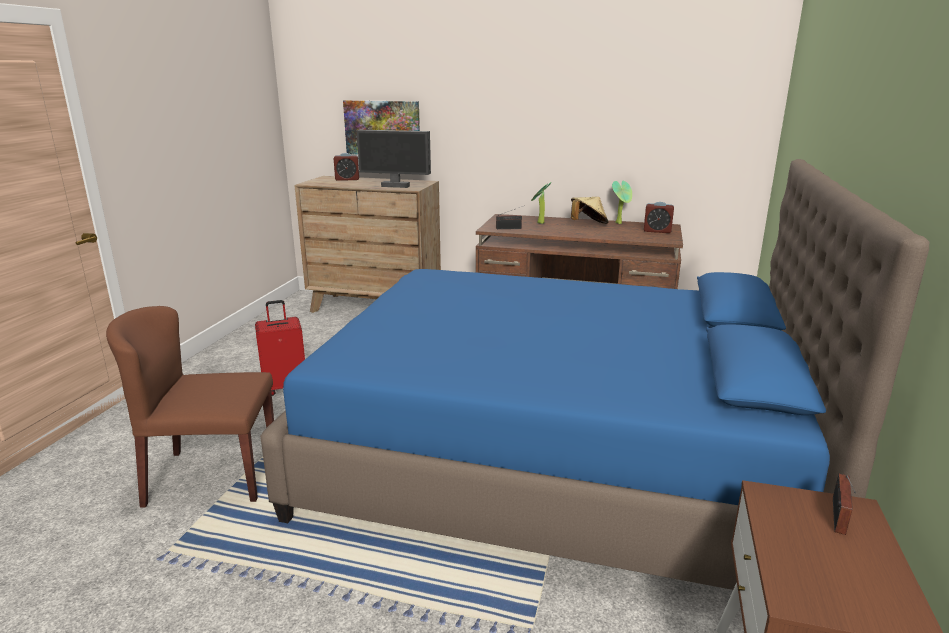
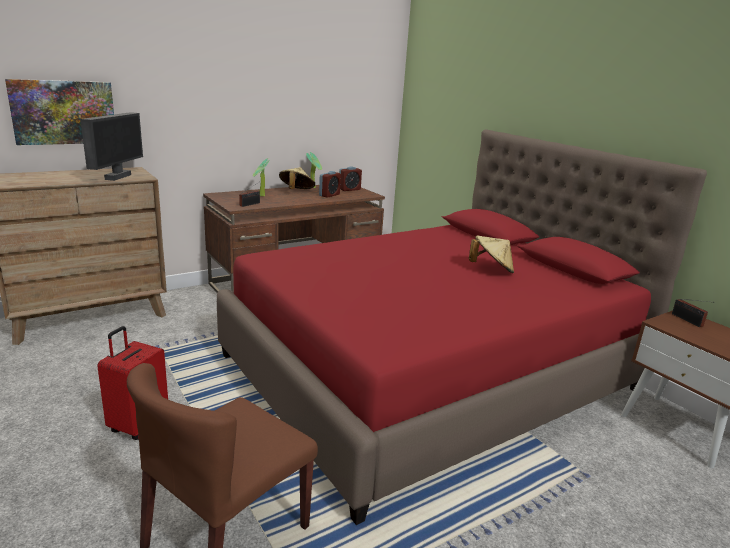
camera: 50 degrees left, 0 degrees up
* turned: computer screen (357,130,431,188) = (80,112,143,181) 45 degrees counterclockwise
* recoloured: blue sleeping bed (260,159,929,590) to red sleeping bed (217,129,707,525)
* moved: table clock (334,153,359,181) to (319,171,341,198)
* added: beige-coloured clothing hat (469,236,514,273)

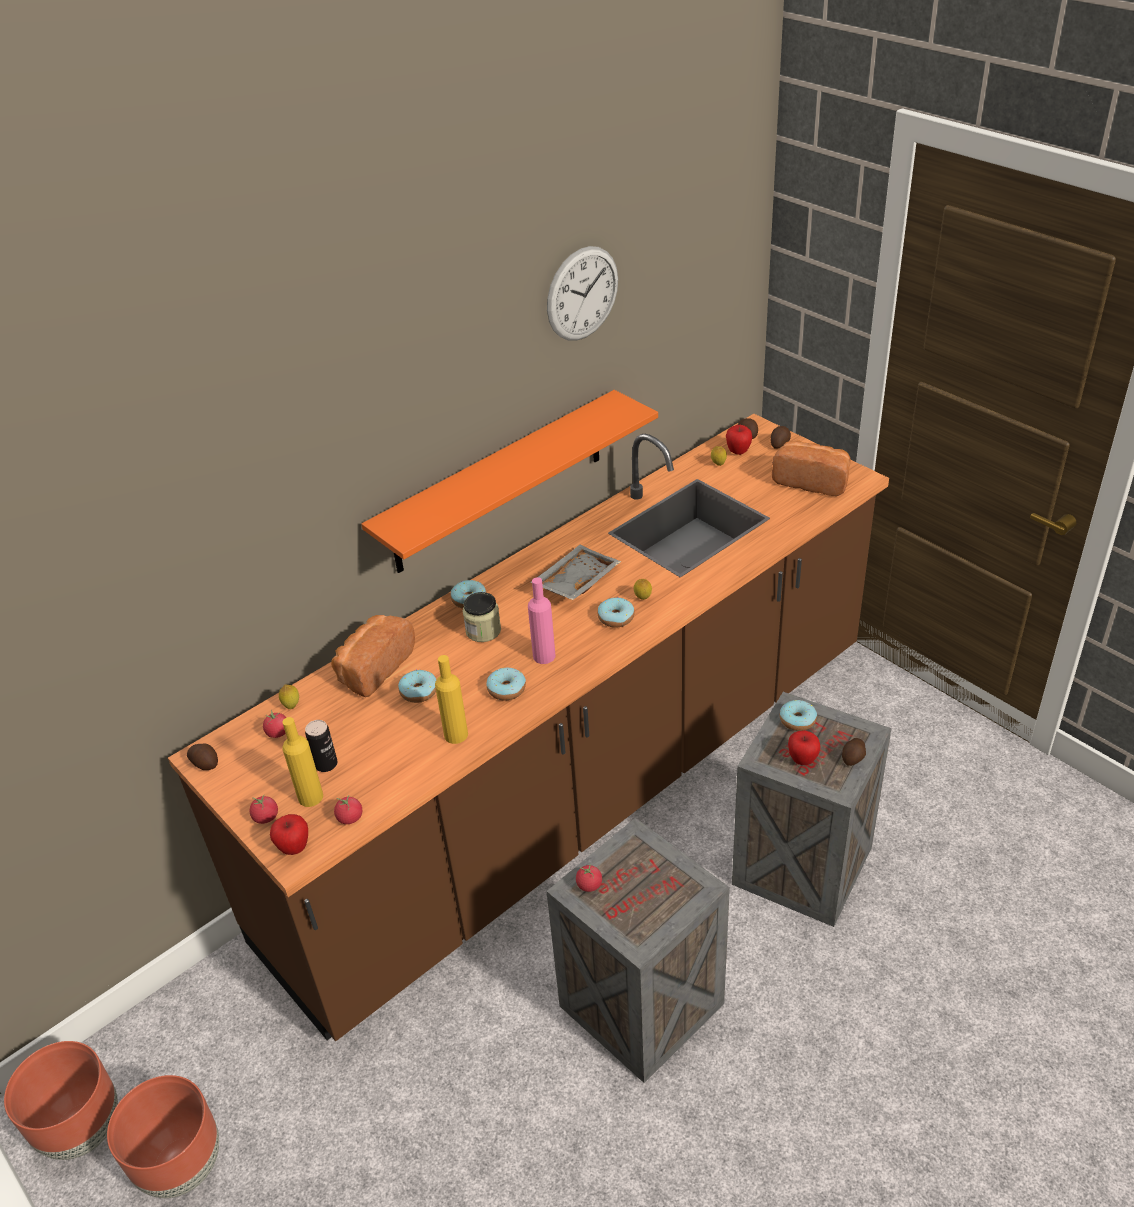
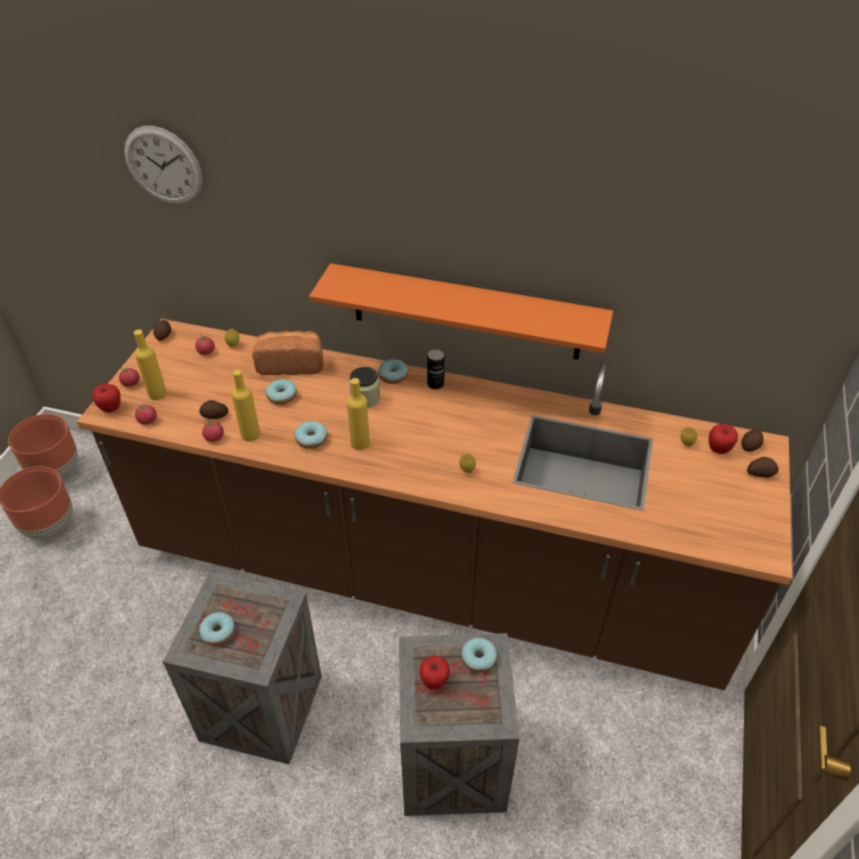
camera: 55 degrees right, 5 degrees up
* moved: clock on the wall (547,246,618,341) to (124,126,203,204)
* moved: whole potato (842,738,866,766) to (199,400,228,419)
* moved: ring doughnut (598,597,635,628) to (199,612,235,646)
* moved: whole tomato (576,864,602,892) to (202,419,224,442)
* recoloured: pinkish drink bottle (528,577,556,664) to yellow drink bottle (347,378,370,450)
* moved: sealed can (305,720,338,772) to (427,349,445,389)
* removed: greyish carrying tray (530,545,621,600)
* removed: bakery bread (772,441,851,496)

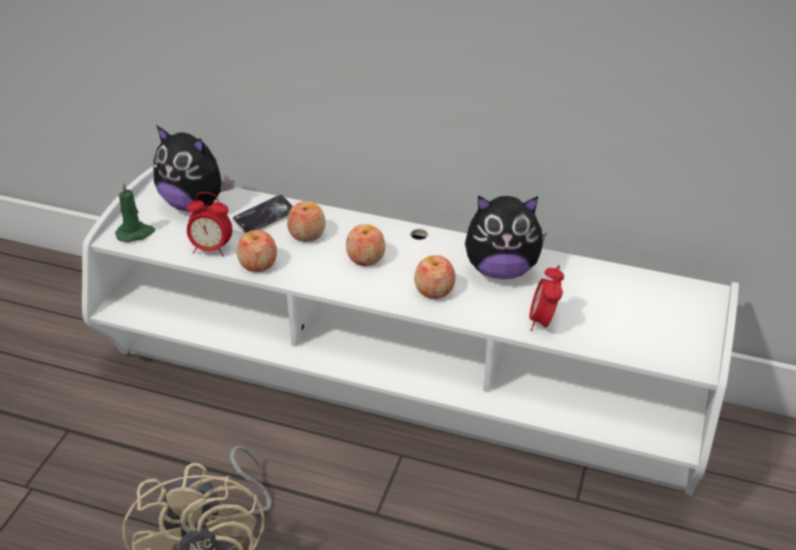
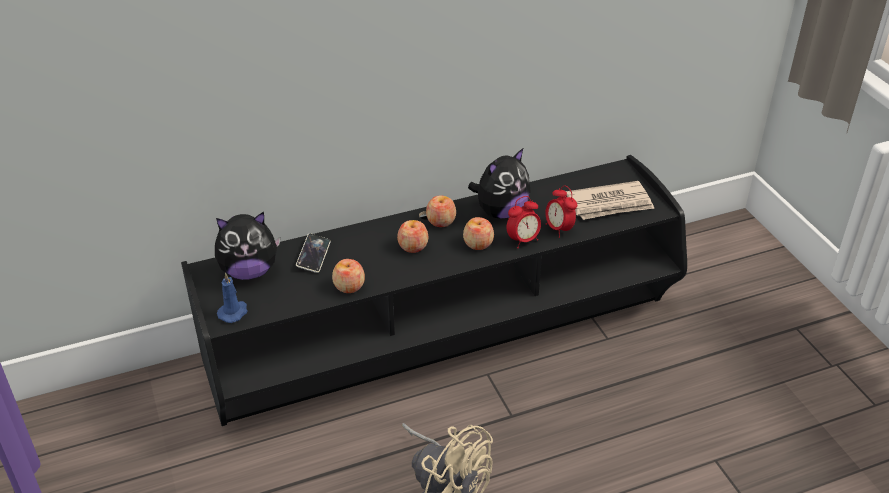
camera: 40 degrees left, 0 degrees up
* recoloured: white media console (82,167,739,496) to blackish media console (181,155,687,426)
* recoloured: green wax candle (115,182,155,242) to blue wax candle (217,272,247,323)
* moved: apple fruit (287,201,326,242) to (426,195,456,227)
* moved: table clock (186,192,233,256) to (507,196,541,248)
* added: daily paper (566,181,654,220)

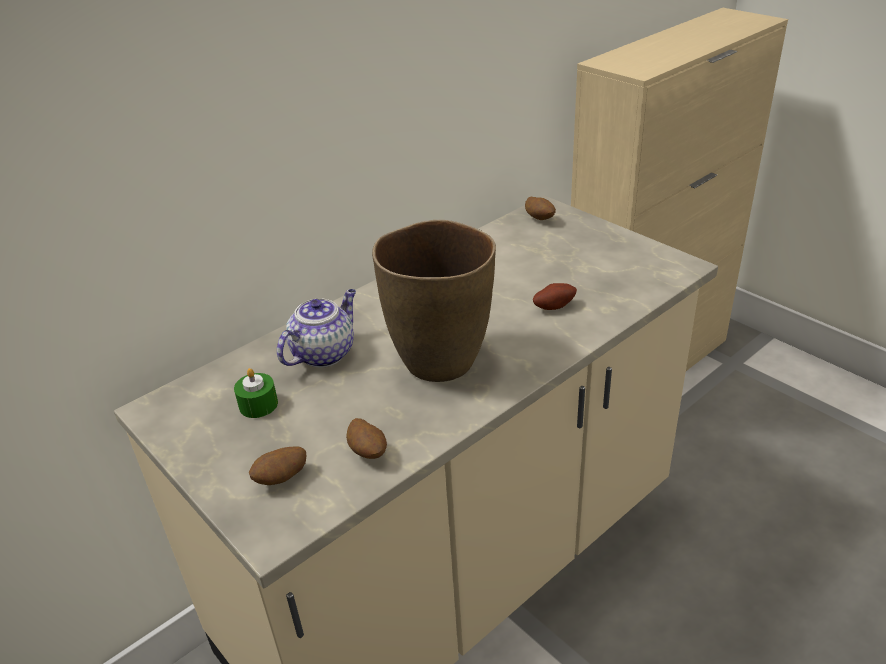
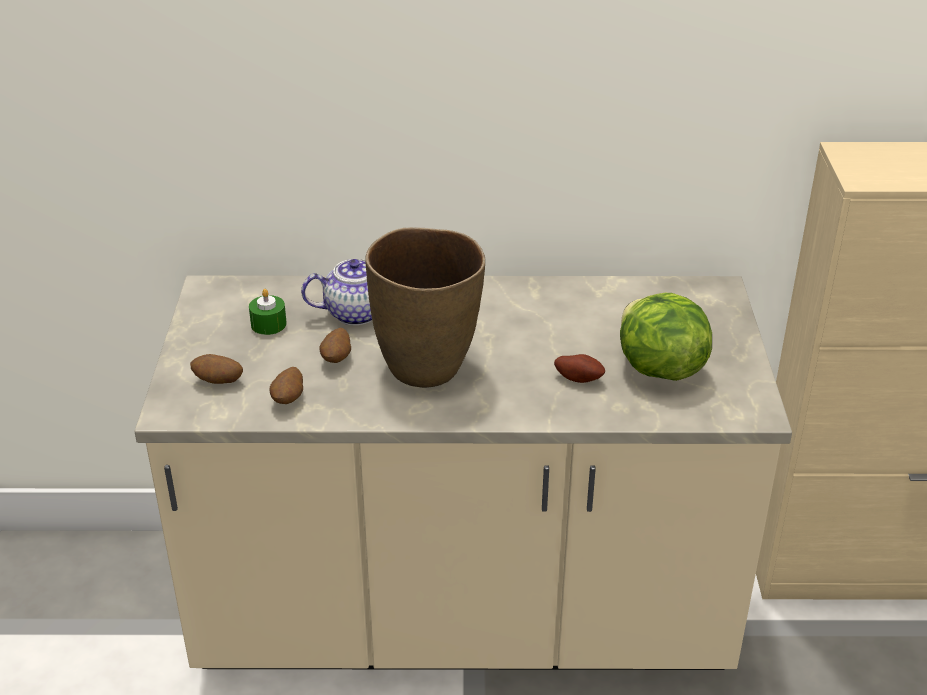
camera: 40 degrees right, 0 degrees up
* moved: whole potato (525,197,556,220) to (320,328,351,363)
* added: lettuce head (620,293,712,381)

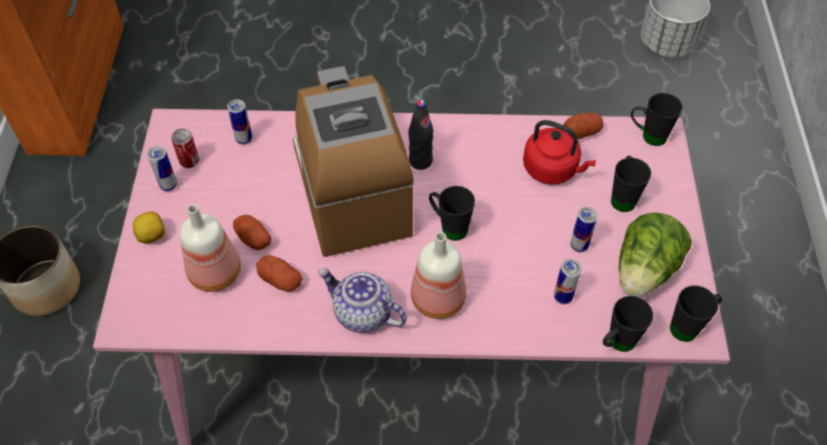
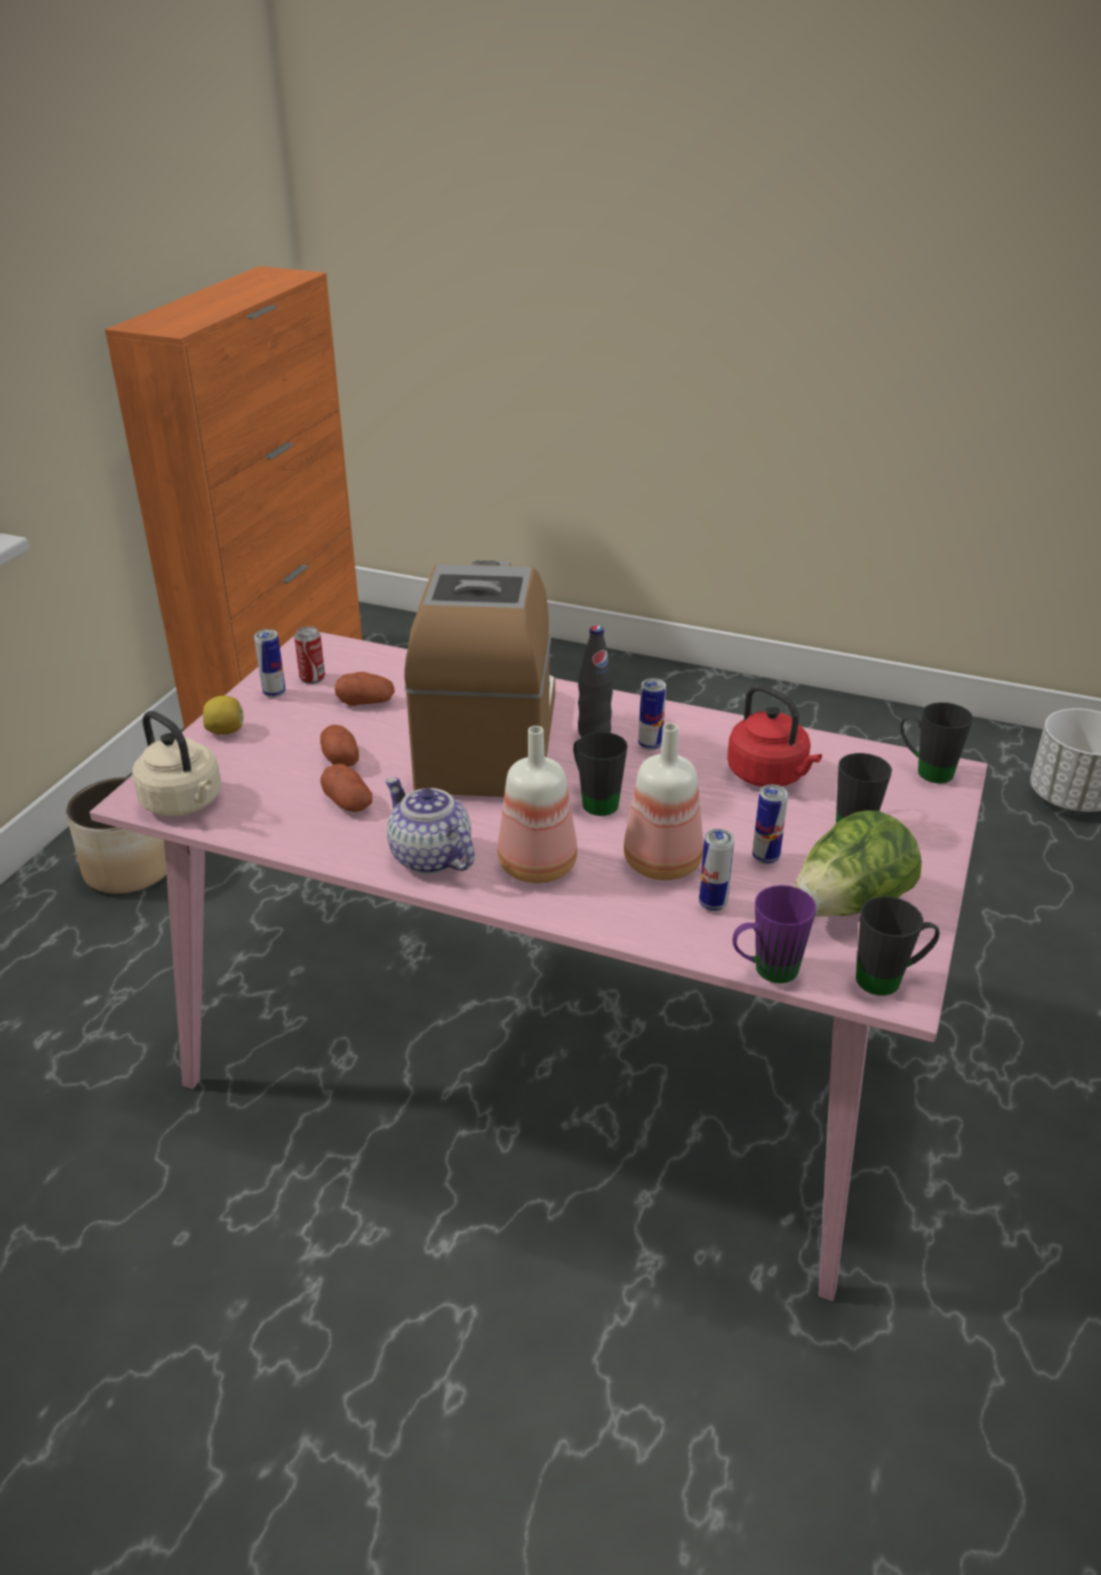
camera: 20 degrees right, 20 degrees down
* added: beige-coloured water kettle (132,711,221,816)
* moved: whole potato (564,113,604,139) to (335,672,395,706)
* moved: drink bottle (180,205,241,292) to (624,723,703,880)
* moved: sealed can (227,99,252,144) to (638,678,666,751)
* recoloured: blackish tea mug (603,296,653,352) to purplish tea mug (733,885,816,983)

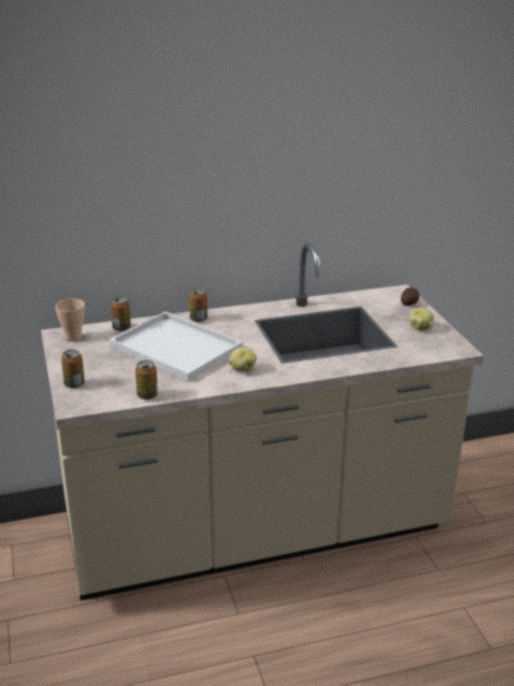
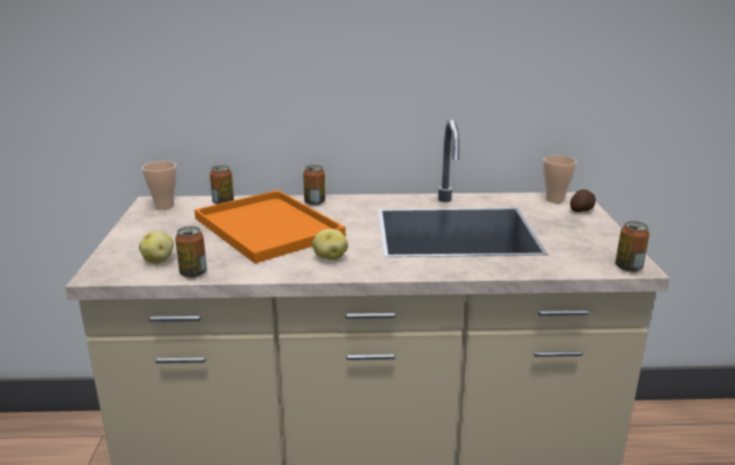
camera: 15 degrees right, 5 degrees down
* moved: whole potato (409,308,434,331) to (139,231,174,264)
* recoloured: white carrying tray (109,312,243,381) to orange carrying tray (194,190,346,263)
* added: cup (543,155,577,203)
* moved: sealed can (61,349,85,388) to (615,221,649,272)

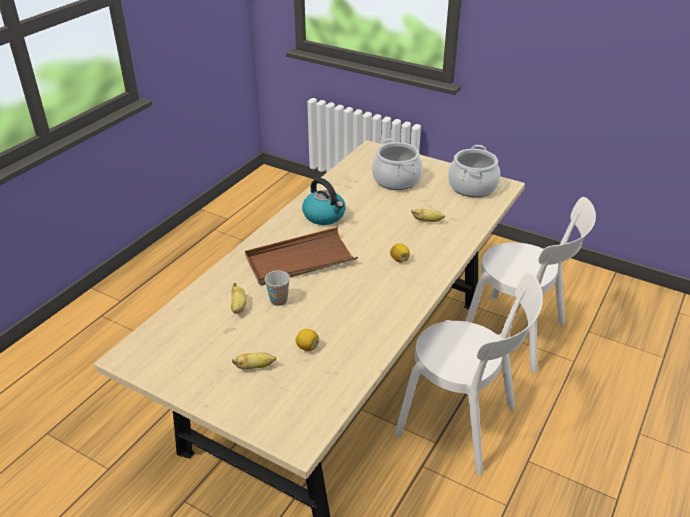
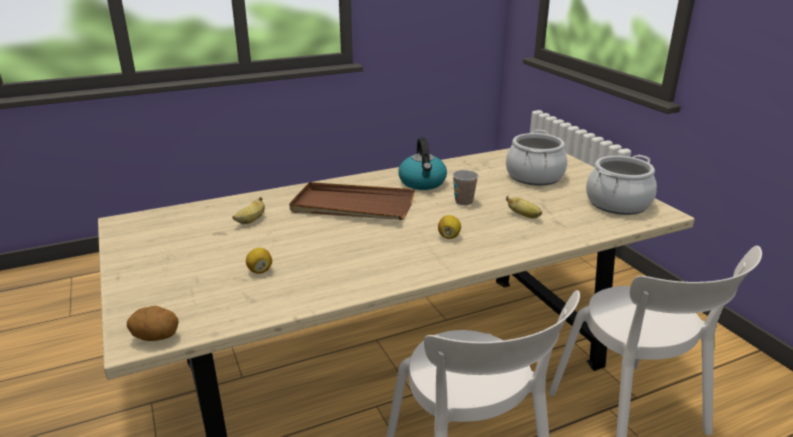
camera: 35 degrees right, 10 degrees down
* added: whole potato (127,306,179,341)
* moved: cup (265,271,290,306) to (452,170,479,206)
* removed: banana fruit (232,352,276,369)

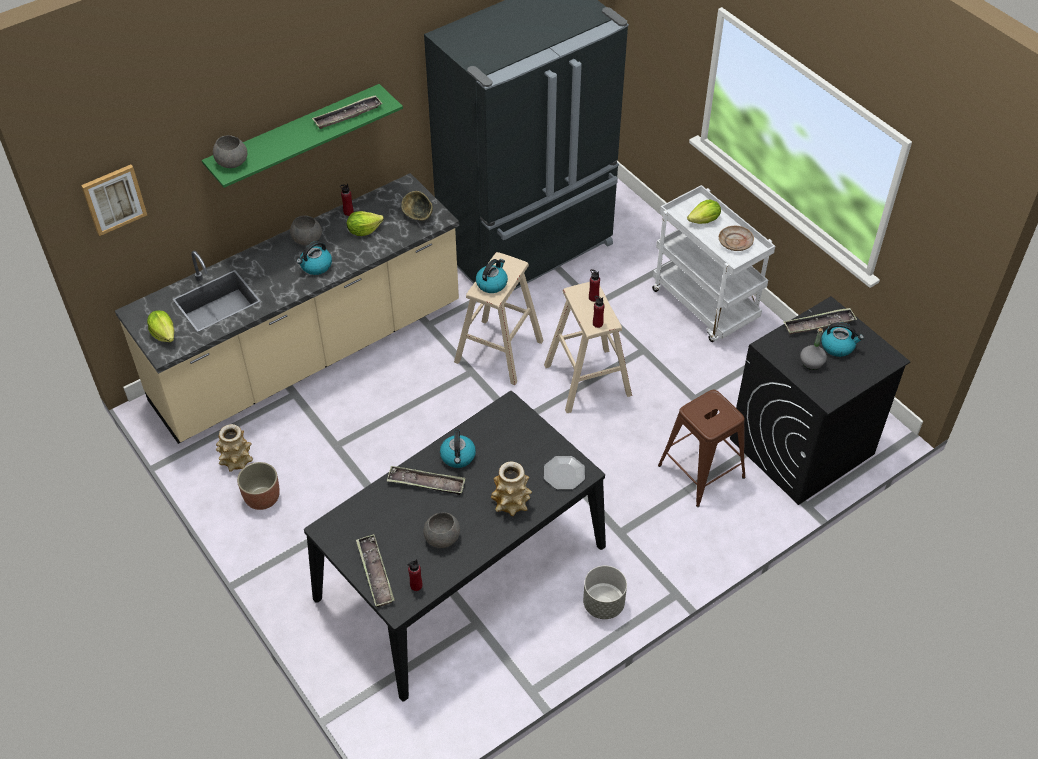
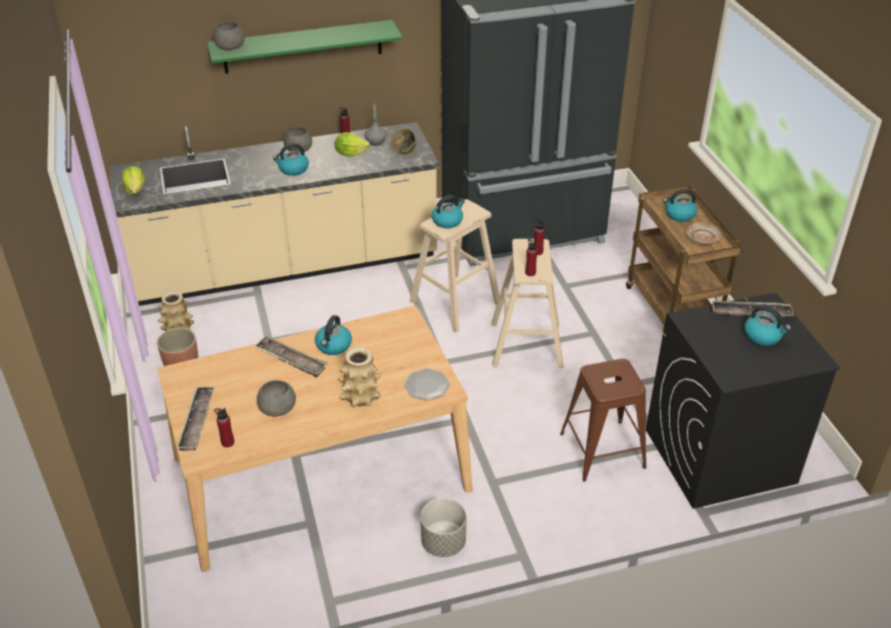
camera: 20 degrees right, 10 degrees down
* recoloured: blackish kitchen table (304,391,606,701) to beige-coloured kitchen table (158,306,473,572)
* moved: greyish drink bottle (800,328,827,370) to (365,104,387,145)
* recoloured: white cart (652,185,775,342) to brown cart (626,185,741,333)
* replaced: lettuce head (687,200,721,224) to water kettle (663,189,697,222)
* removed: wall art (81,165,147,236)
* removed: carrying tray (312,95,383,129)

